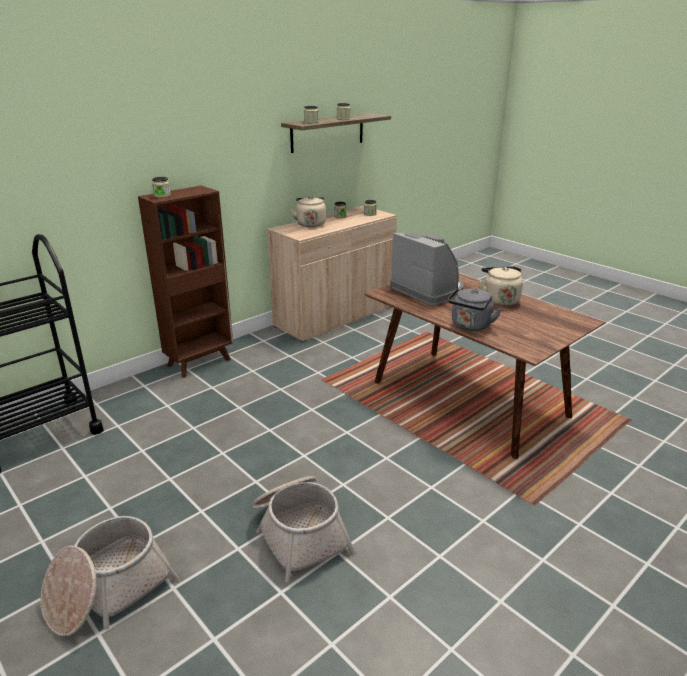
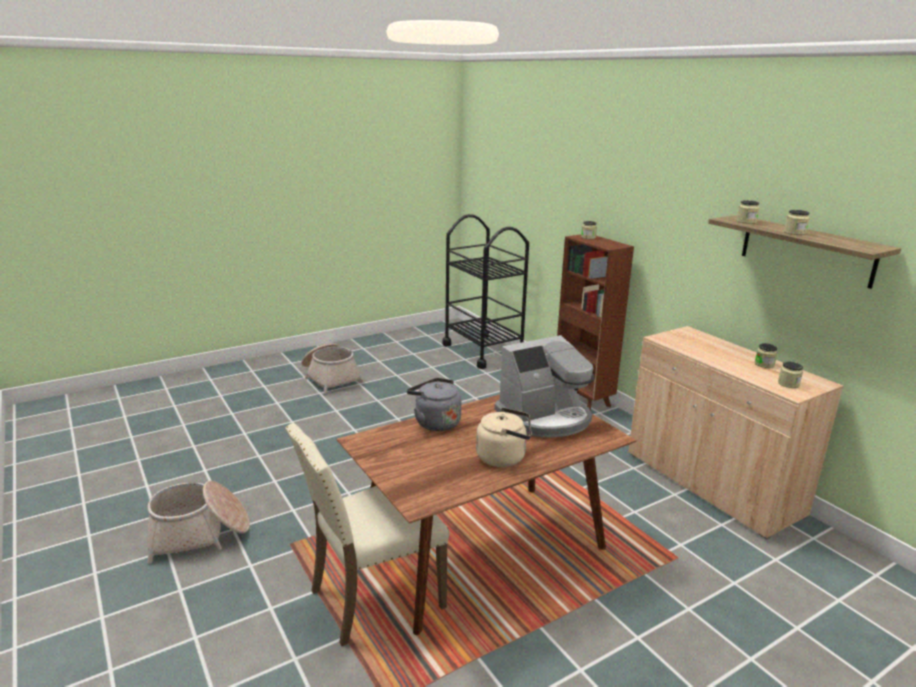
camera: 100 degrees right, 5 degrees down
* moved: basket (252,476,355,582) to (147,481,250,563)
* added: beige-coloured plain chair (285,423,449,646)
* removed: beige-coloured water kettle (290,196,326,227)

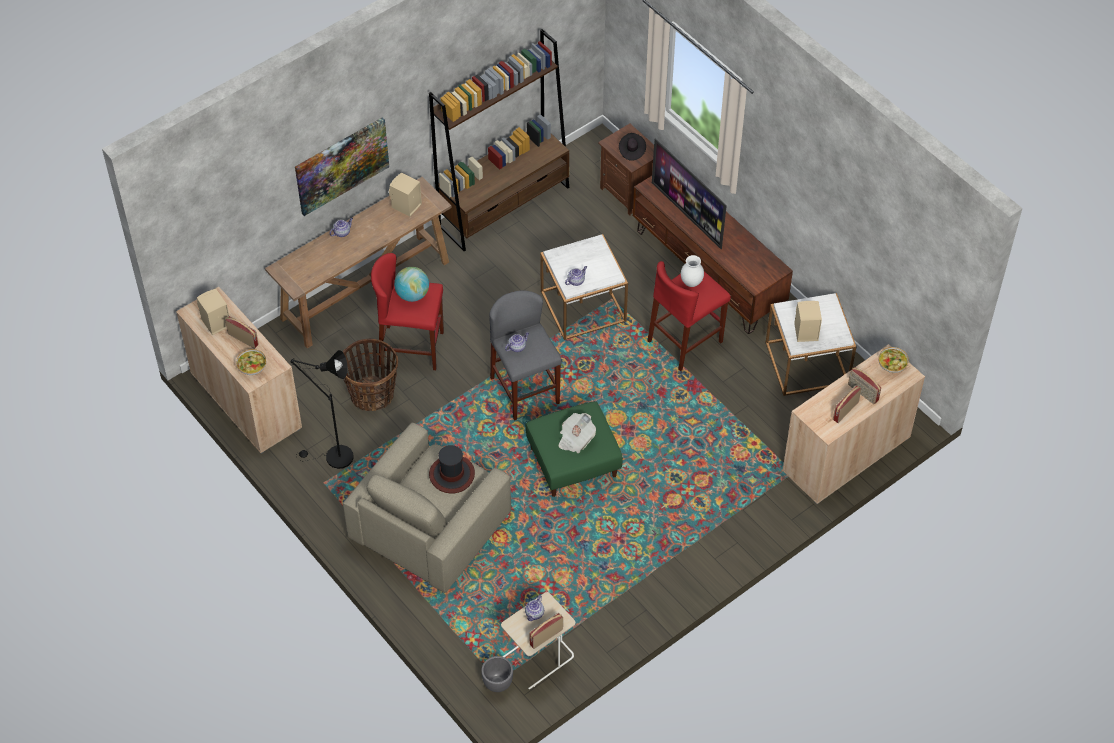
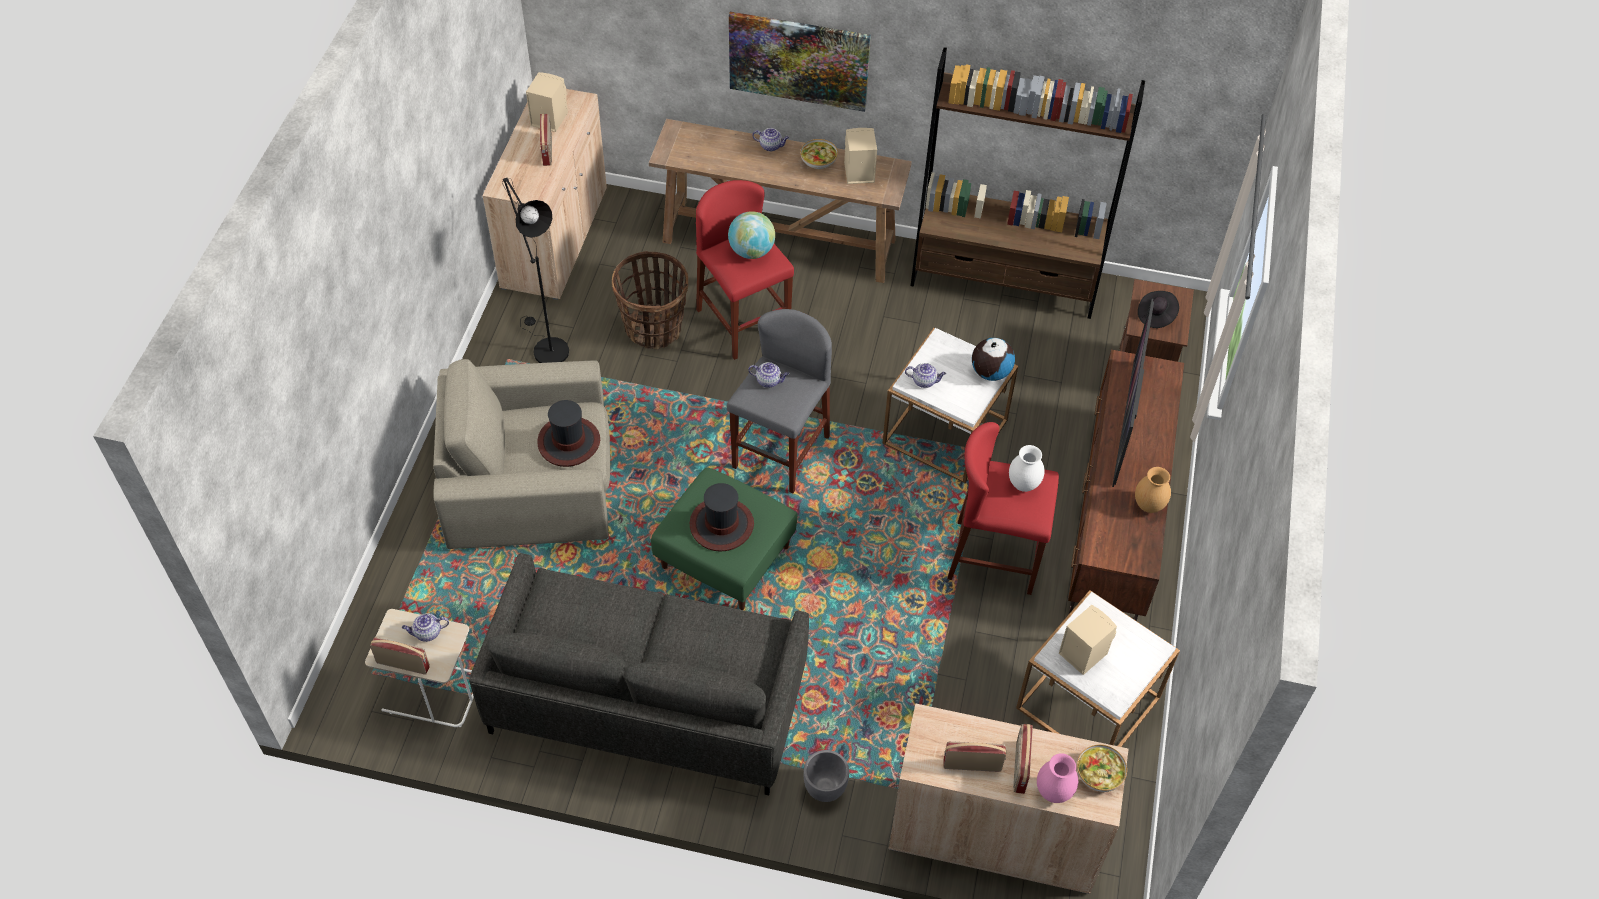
camera: 50 degrees right, 0 degrees up
* added: greyish settee (469,553,809,795)
* replaced: daily paper (558,413,596,453) to clothing hat (690,483,754,552)
* moved: deep dish (236,349,266,375) to (800,139,838,169)
* moved: greyish flower pot (481,656,513,692) to (804,750,849,802)
* added: desk globe (972,338,1015,381)
* added: pinkish flower vase (1037,753,1078,803)
* added: brown flower vase (1135,467,1171,513)

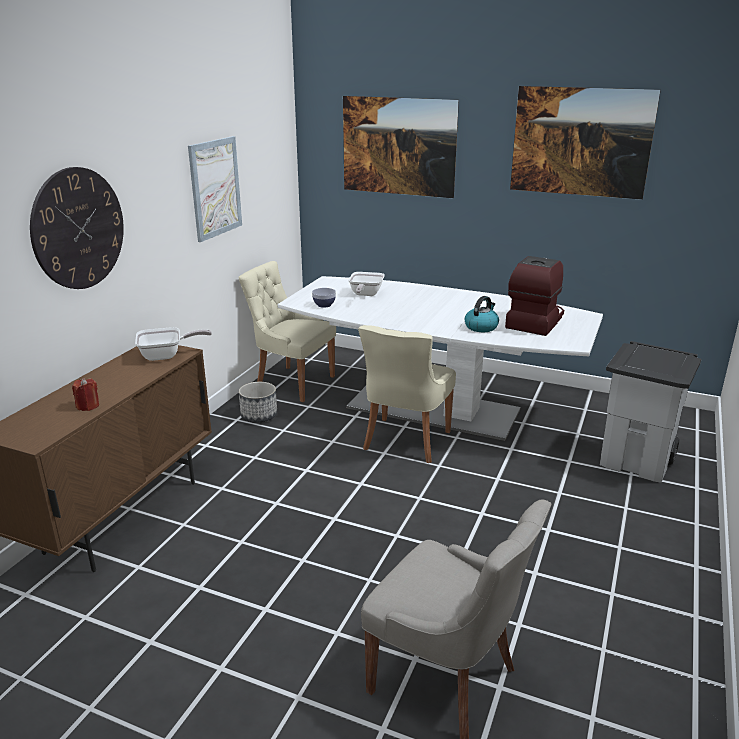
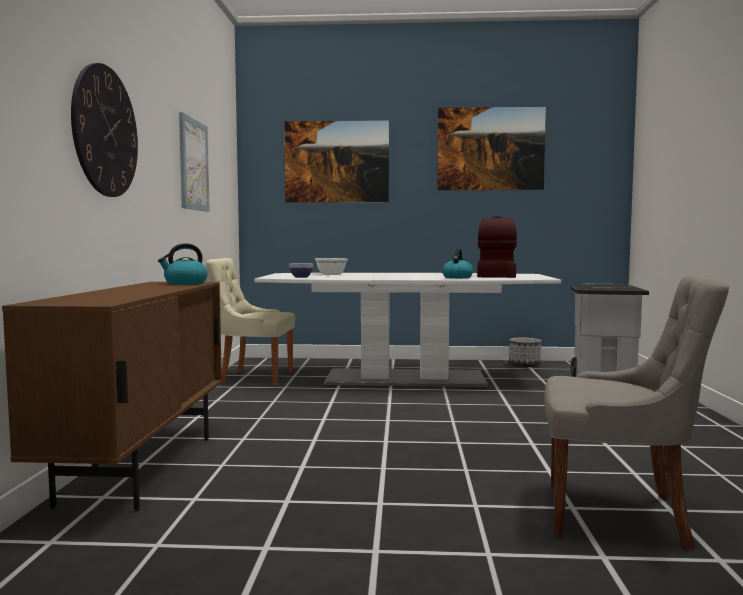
camera: 20 degrees left, 20 degrees down
* replaced: frying pan (135,327,212,361) to water kettle (158,243,208,285)
* moved: flower pot (239,382,277,422) to (509,337,541,367)
* removed: red wax candle (72,378,99,411)
* removed: beige-coloured plain chair (358,325,456,463)

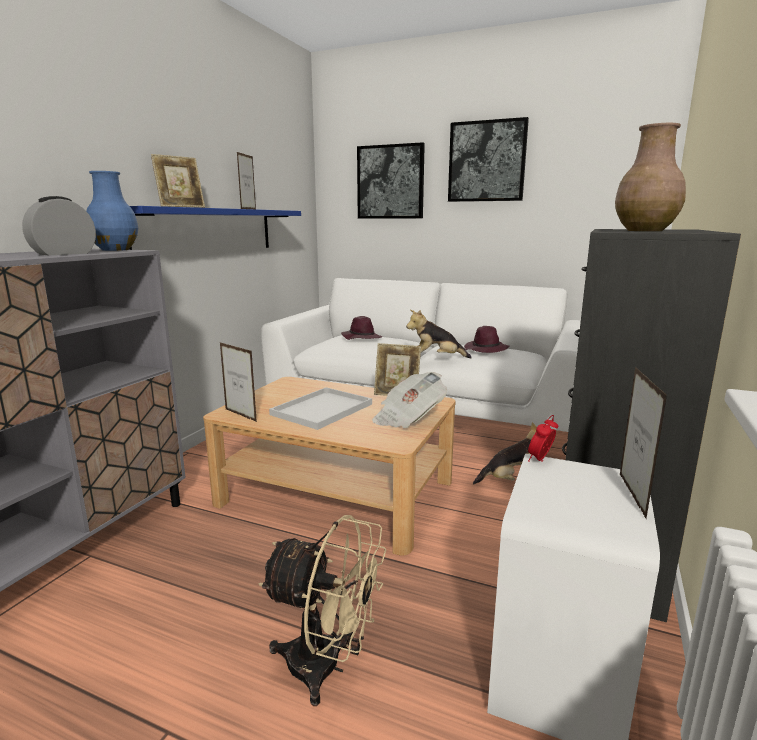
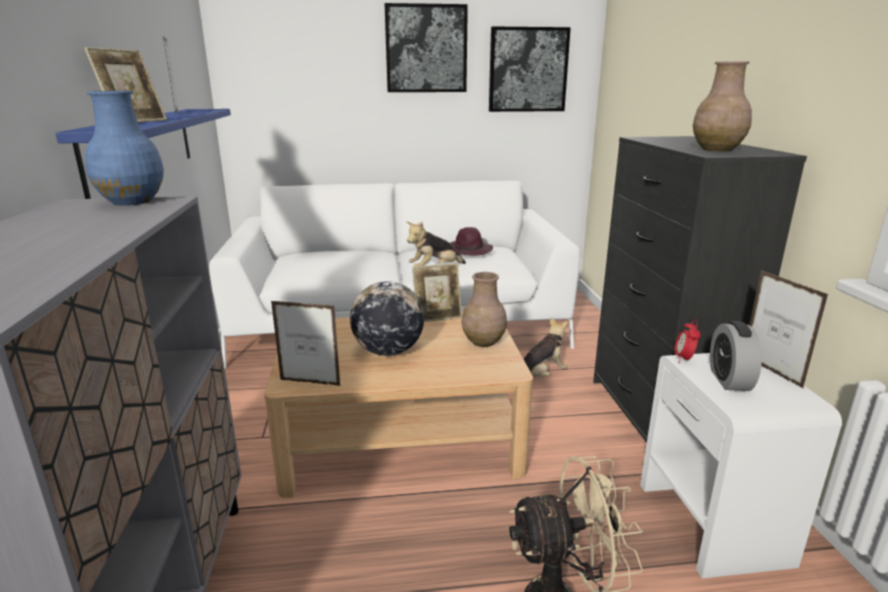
camera: 30 degrees left, 5 degrees up
* replaced: white carrying tray (269,387,372,430) to desk globe (350,281,424,356)
* replaced: daily paper (372,372,447,428) to brown flower vase (462,272,507,347)
* moved: wall art (357,142,425,218) to (489,26,571,112)
* moved: table clock (22,196,96,255) to (710,321,762,391)
* removed: purplish clothing hat (341,316,383,340)

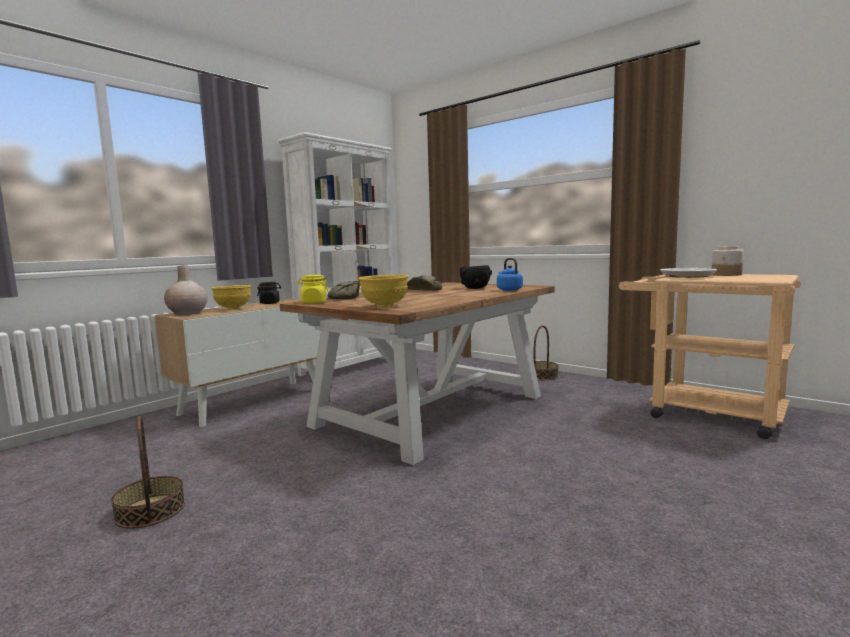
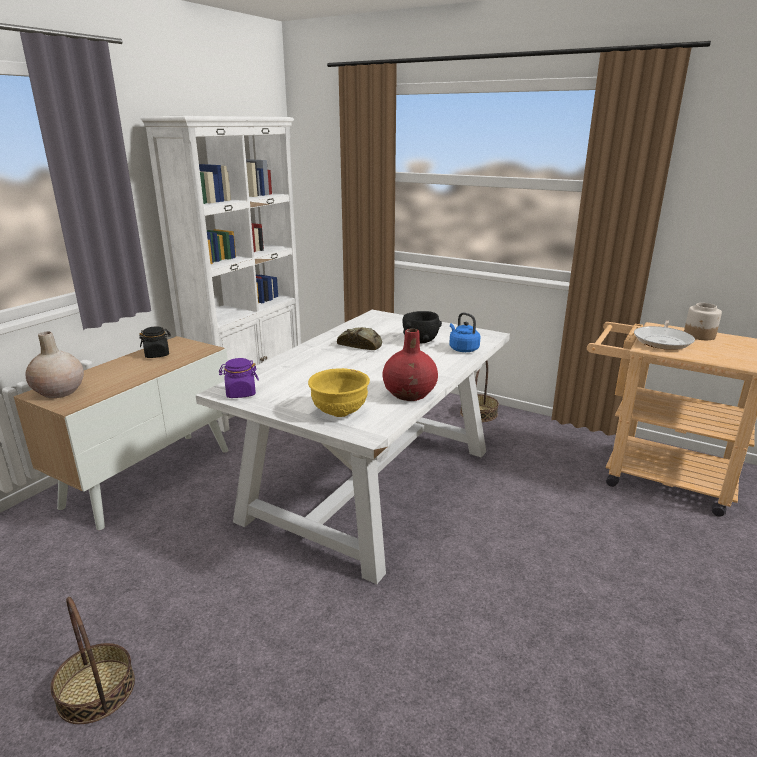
camera: 10 degrees left, 15 degrees up
* recoloured: brown kitchen table (280,282,555,465) to white kitchen table (196,310,510,584)
* recoloured: yellow storage jar (297,275,329,303) to purplish storage jar (219,358,259,398)
* added: red flower vase (382,328,438,401)
* removed: yellow deep dish (211,285,251,309)
* removed: bakery bread (328,281,360,299)

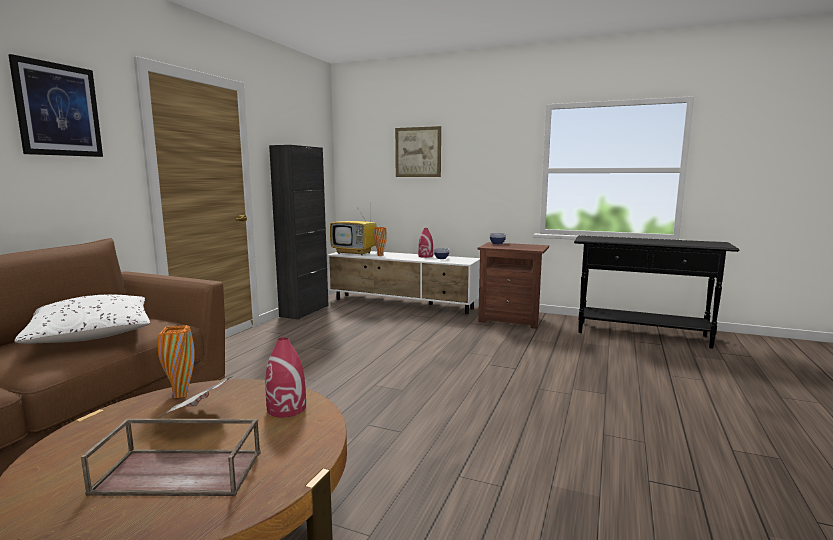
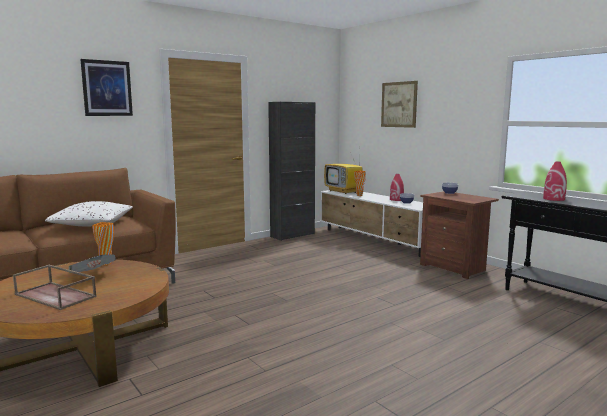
camera: 30 degrees right, 0 degrees up
* moved: red flower vase (265,337,306,418) to (543,161,567,201)

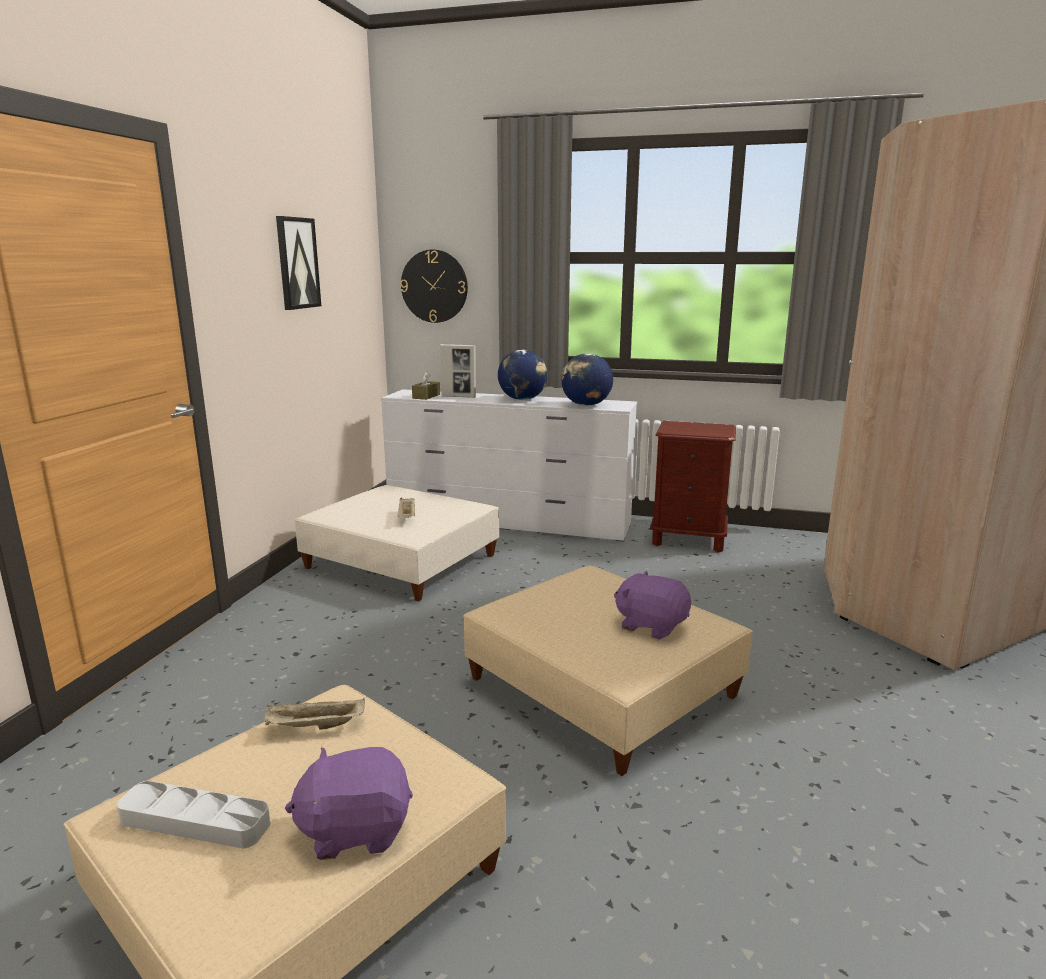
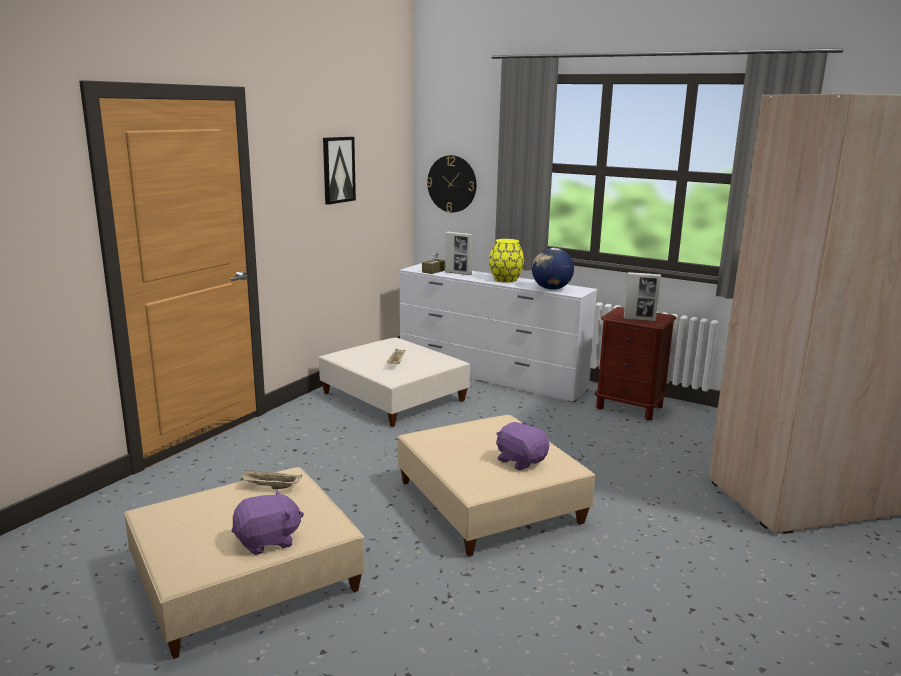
camera: 15 degrees right, 0 degrees up
* turned: purplish plush toy (285,747,413,860) = (232,490,304,555) 150 degrees clockwise
* replaced: desk globe (498,350,548,400) to yellow flower vase (489,239,524,283)
* added: standing frame (624,272,661,321)
* removed: greyish carrying tray (117,781,270,849)

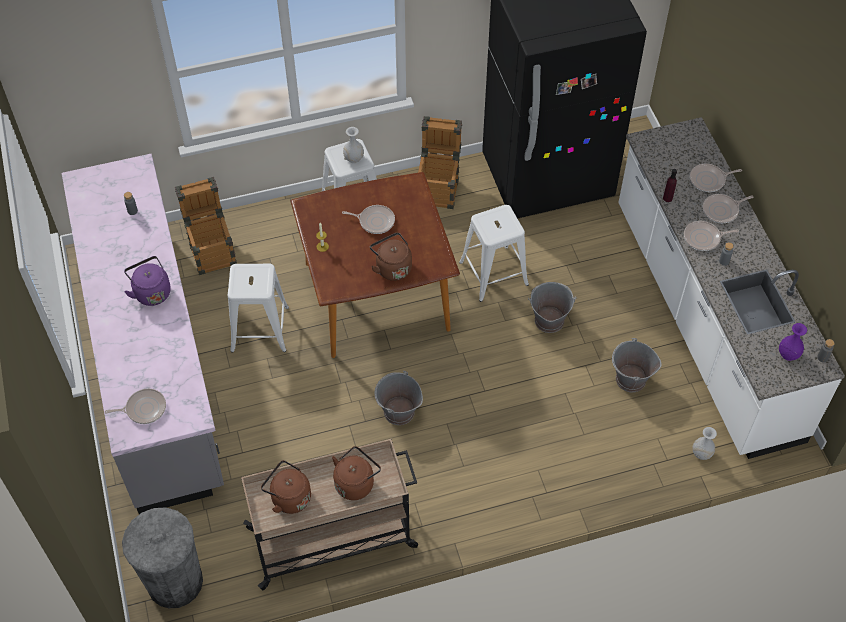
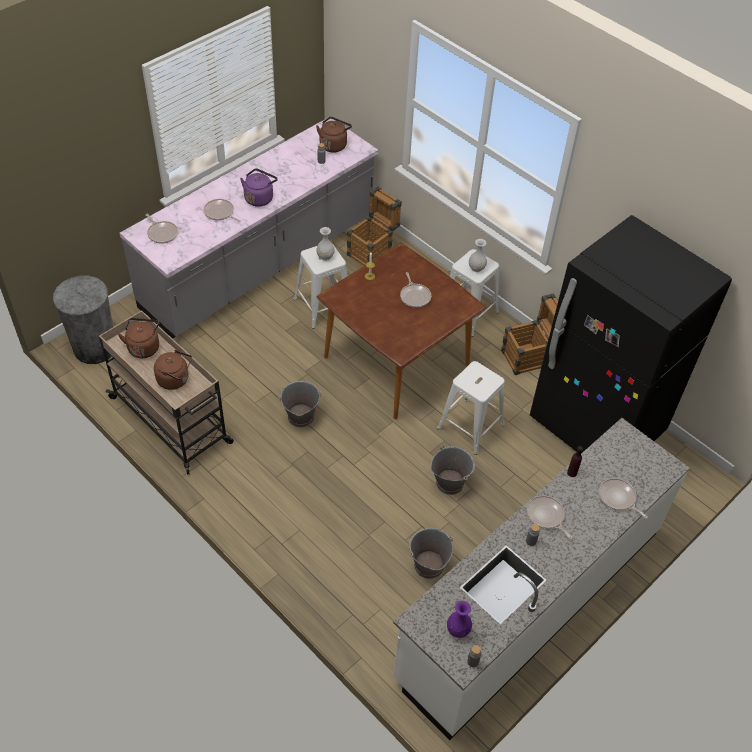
camera: 60 degrees right, 5 degrees down
* moved: frying pan (703,194,753,223) to (204,199,241,222)
* moved: brown water kettle (370,232,412,281) to (316,117,352,153)
* moved: white flower vase (692,427,717,460) to (317,227,335,261)

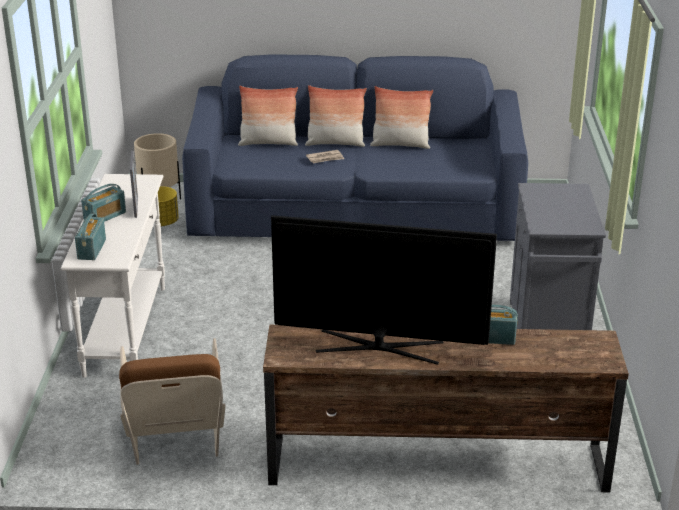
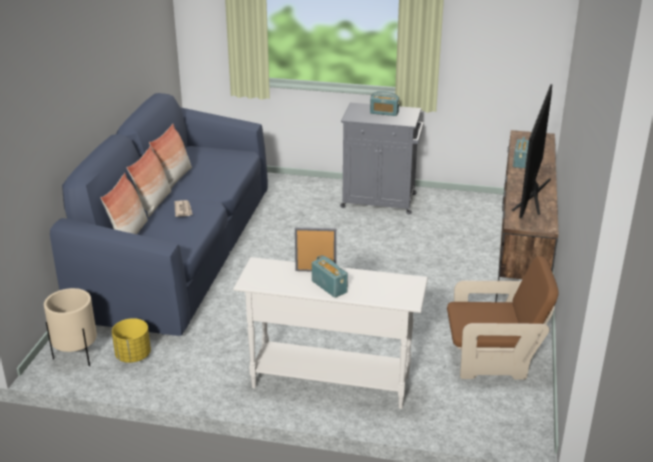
camera: 80 degrees left, 0 degrees up
* moved: radio (75,213,106,260) to (370,91,399,116)

